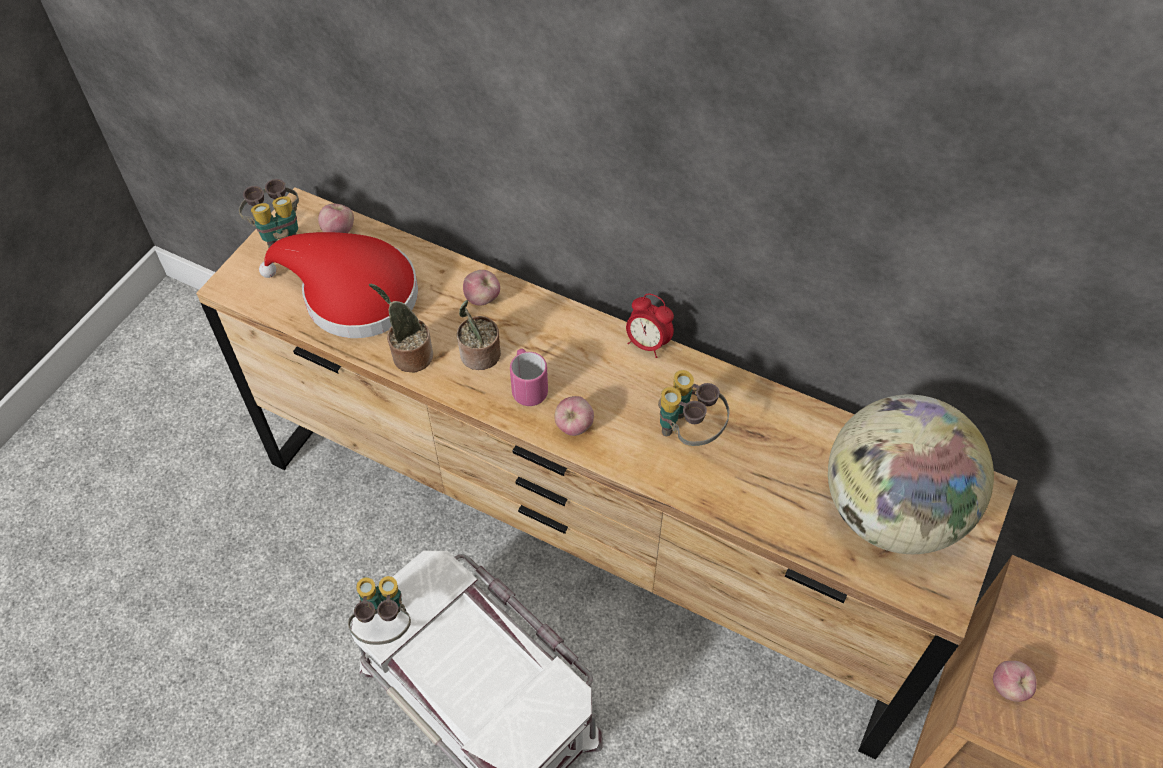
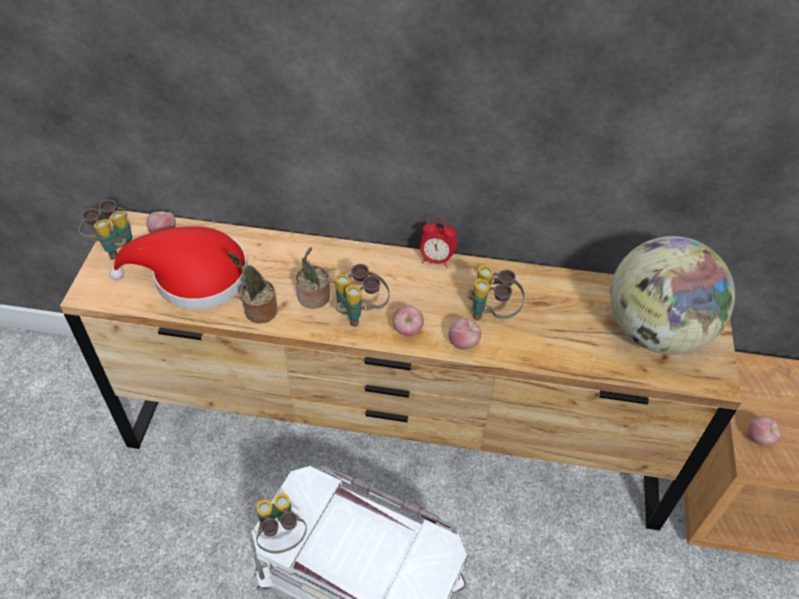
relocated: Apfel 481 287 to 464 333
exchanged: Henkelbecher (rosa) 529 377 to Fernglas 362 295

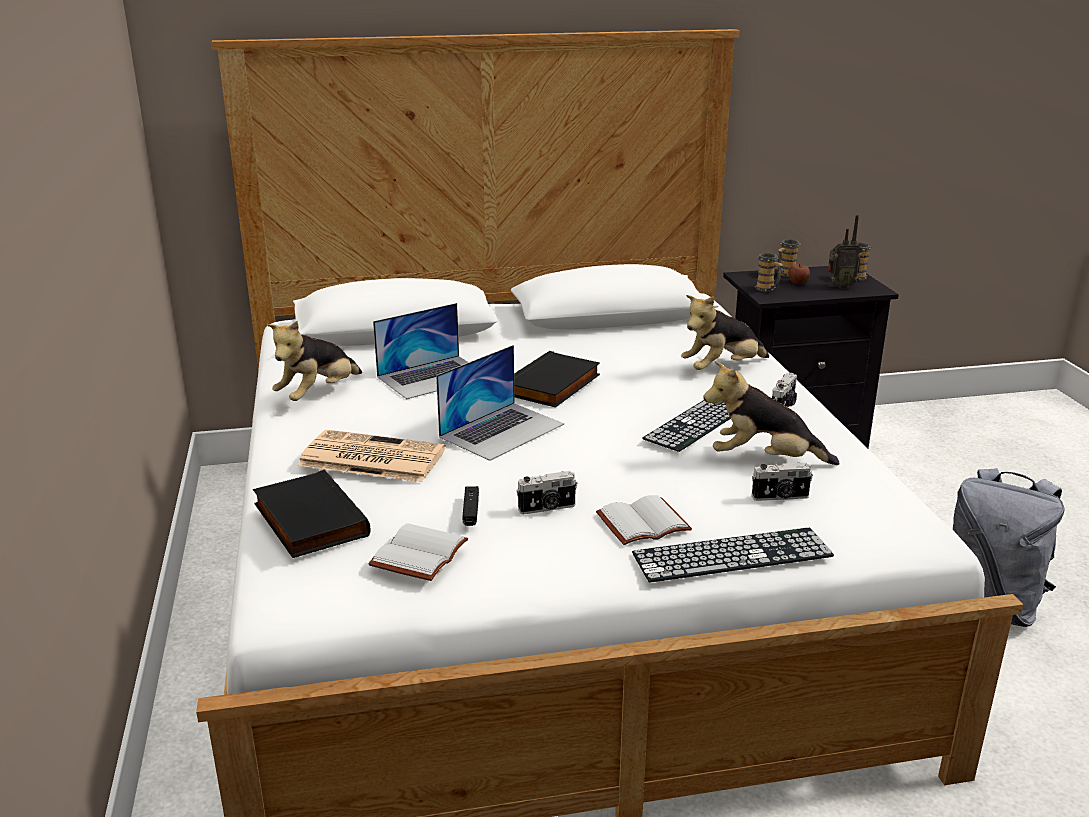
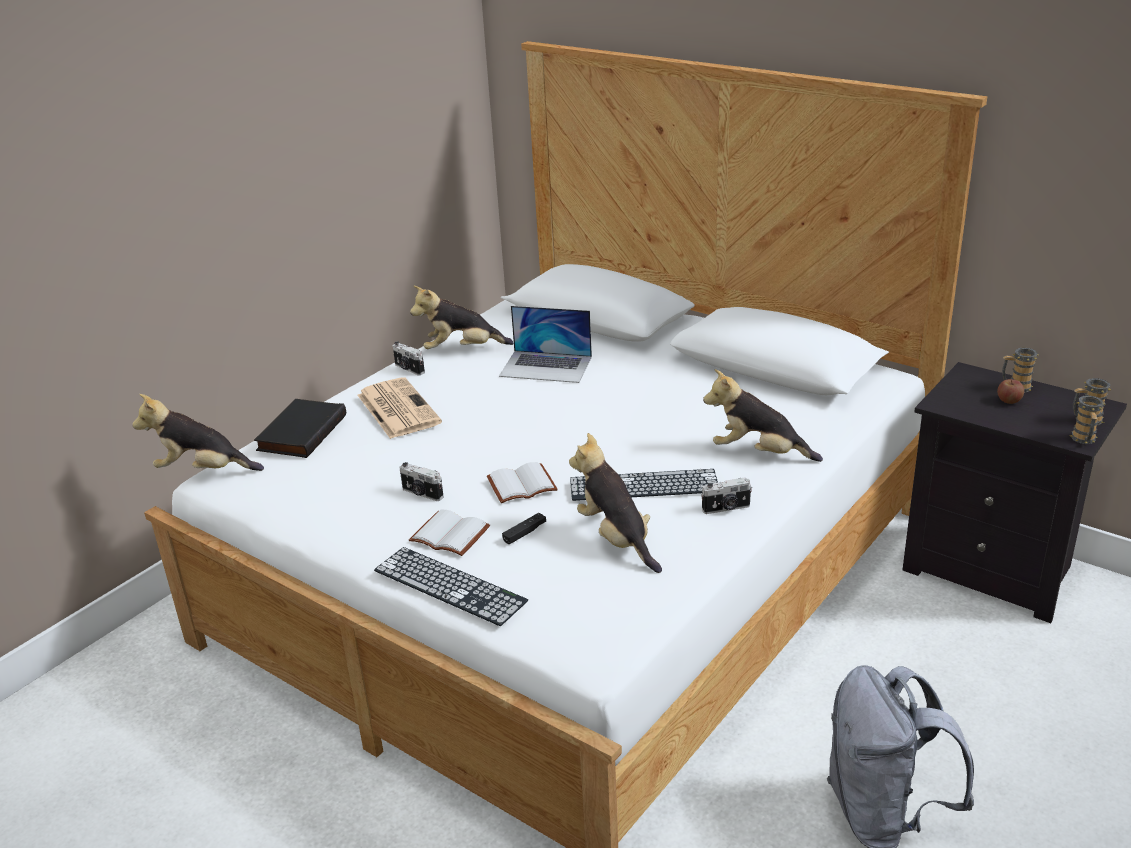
missing: Radio 845 252; Laptop 500 403; Buch (schwarz) 557 379
appeared: Plüschtier 198 432
relocated: Henkelbecher 768 272 to 1087 419; Kamera 782 482 to 408 358; Gamepad (schwarz) 470 506 to 524 528; Buch (weiß) 418 552 to 522 482

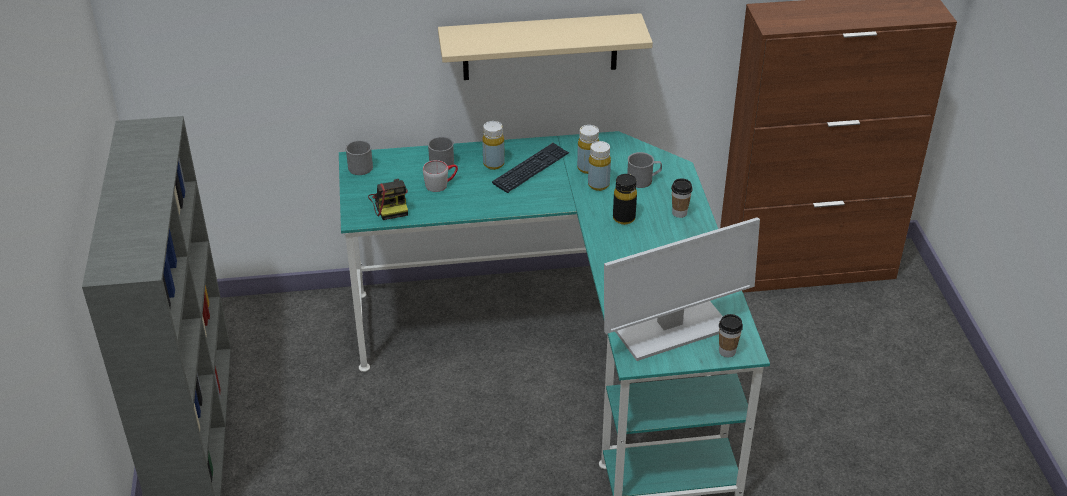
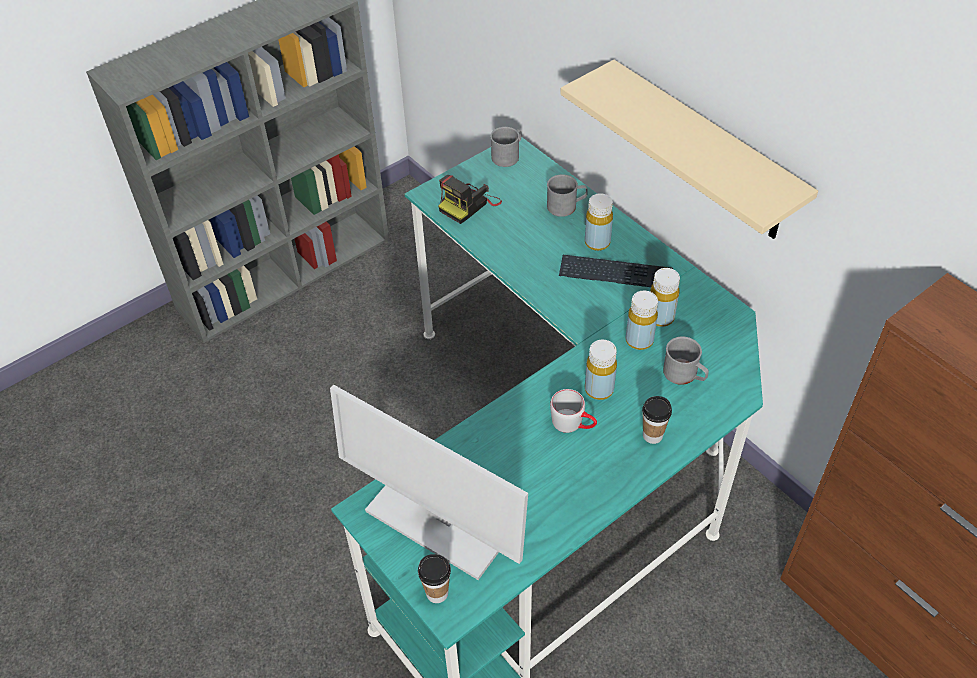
relocated: Henkelbecher (grau) 440 176 to 573 411
colour: Flasche (schwarz) 625 199 to Flasche (gelb) 601 370

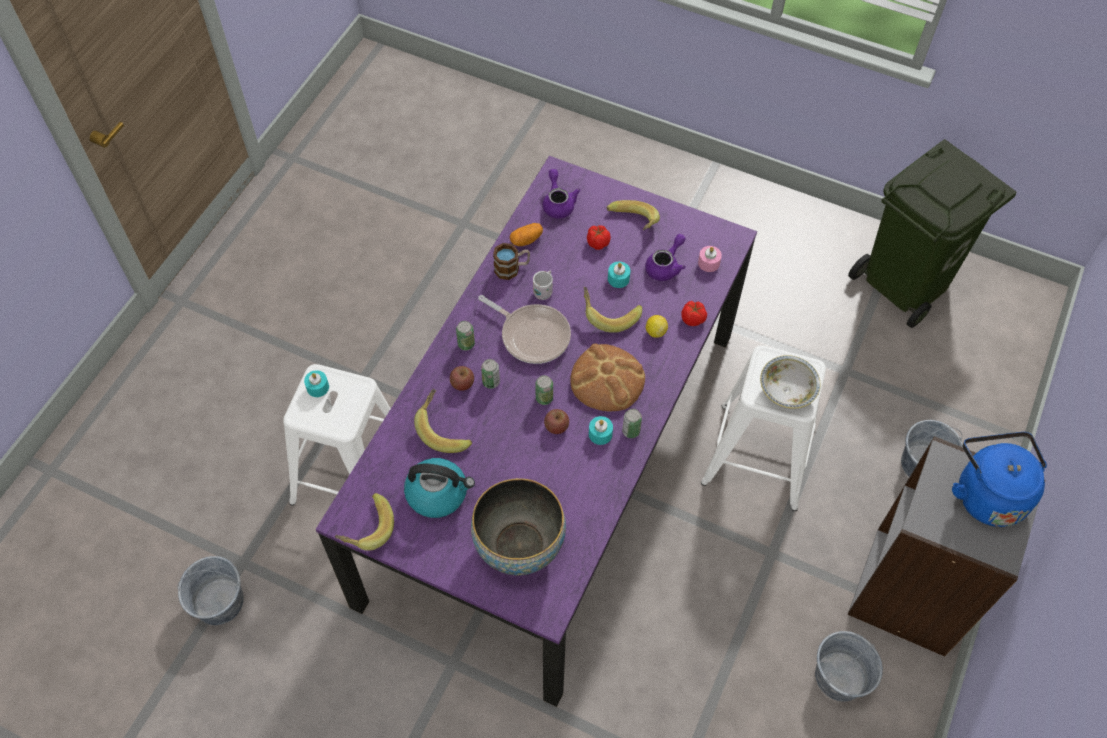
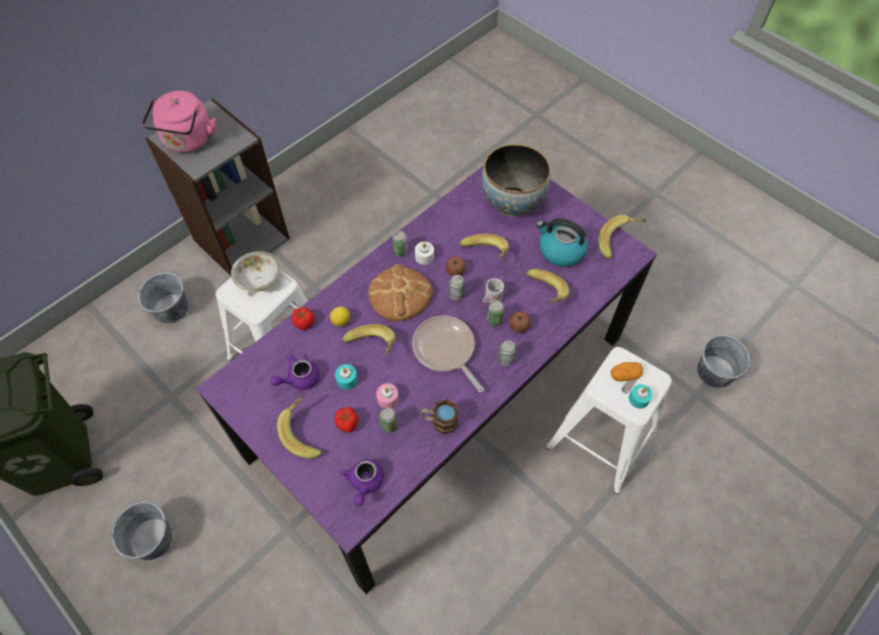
appeared: Banane 484 246; Dose 388 420
relocated: Kartoffel 526 234 to 626 371; Kerze (rosa) 710 259 to 387 395; Henkelbecher (weiß) 543 285 to 493 289; Eimer (grau) 849 666 to 141 531
colour: Kerze (türkis) 601 430 to Kerze (weiß) 424 253; Wasserkessel (blau) 999 479 to Wasserkessel (rosa) 178 122

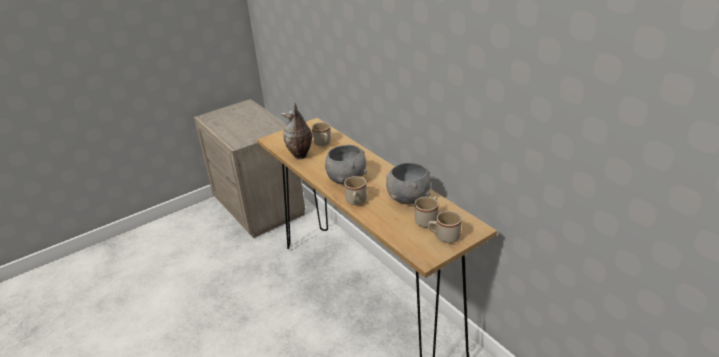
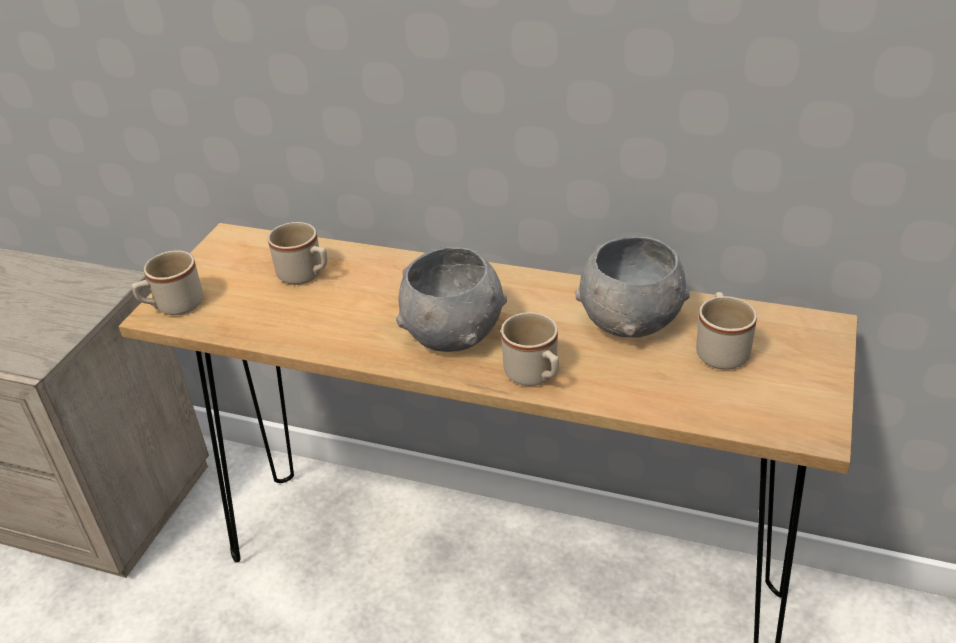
missing: Vase 296 131
relocated: Henkelbecher (beige) 445 227 to 167 283

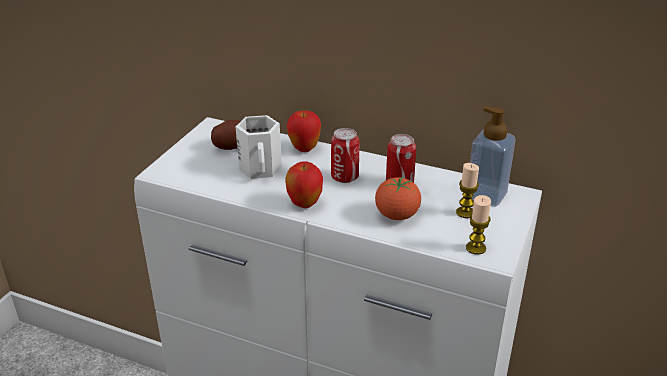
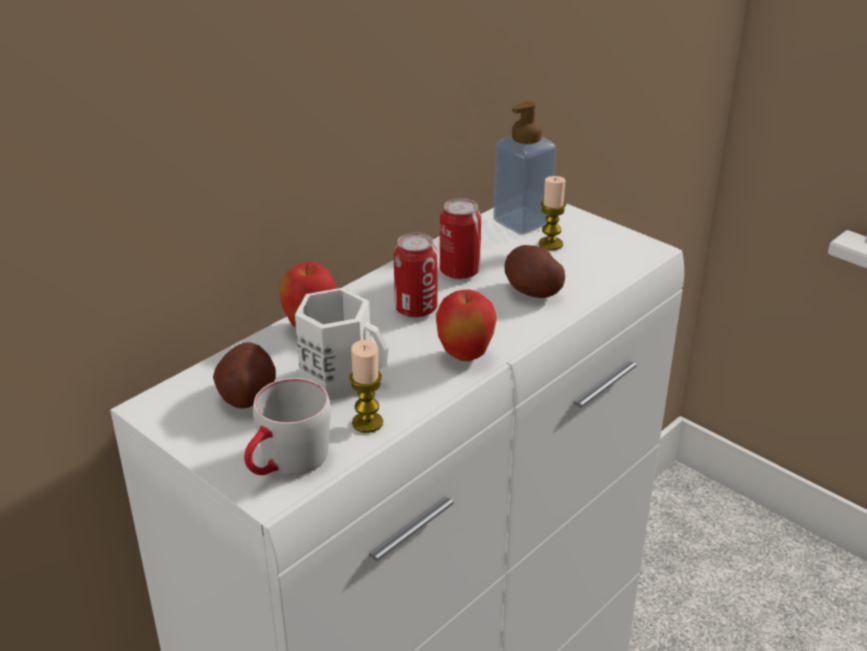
appeared: Henkelbecher (grau) 287 426
relocated: Kerze 478 225 to 366 386
exchanged: Tomate 398 198 to Kartoffel 534 271

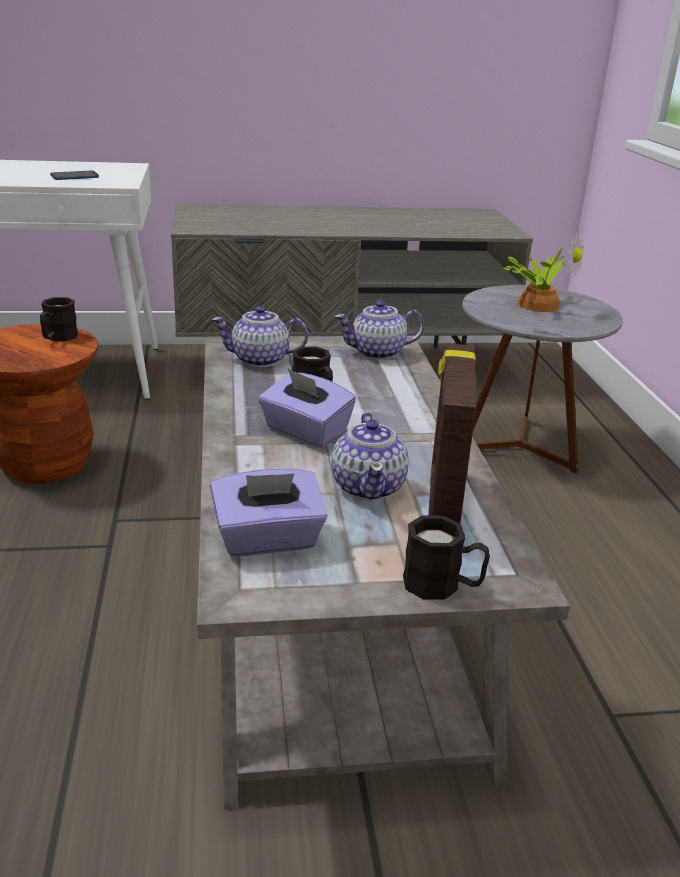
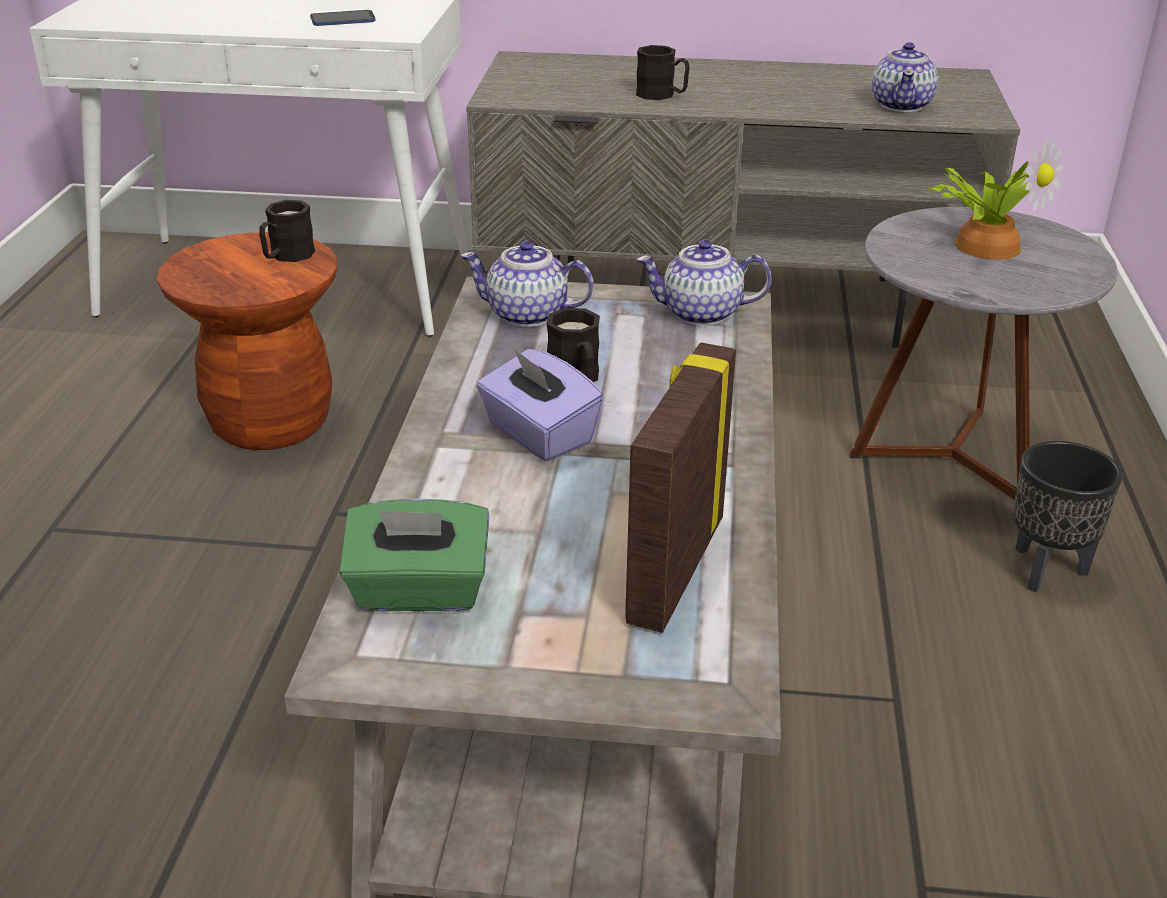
appeared: Pflanzkübel (schwarz) 1067 517
relocated: Teekanne 370 456 to 905 77; Henkelbecher (schwarz) 446 557 to 663 72
colour: Taschentuchbox (lila) 269 512 to Taschentuchbox (grün) 414 555

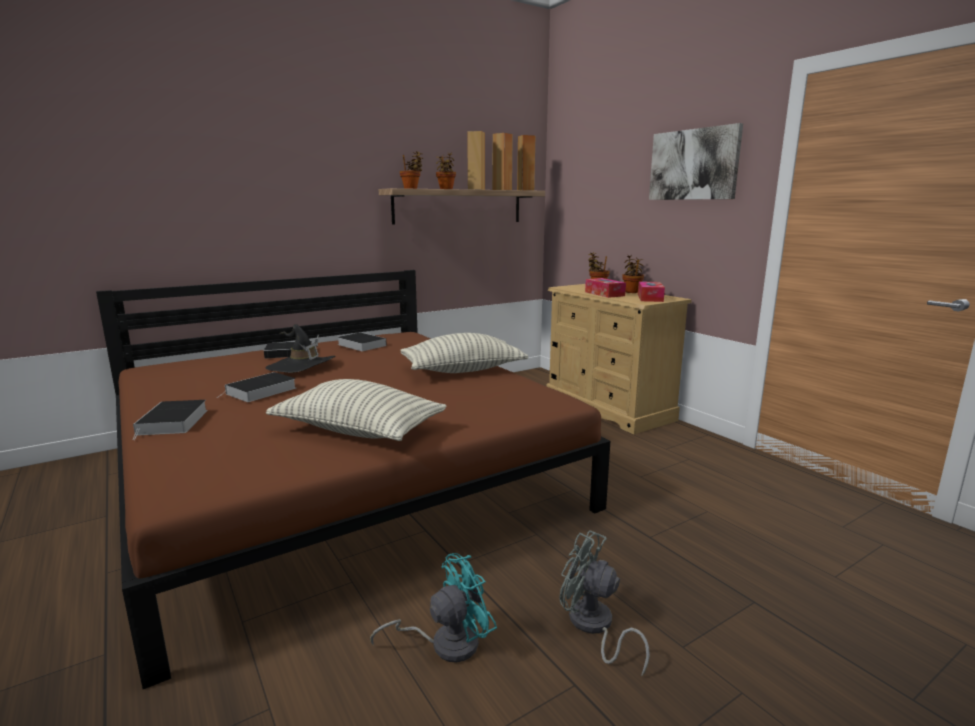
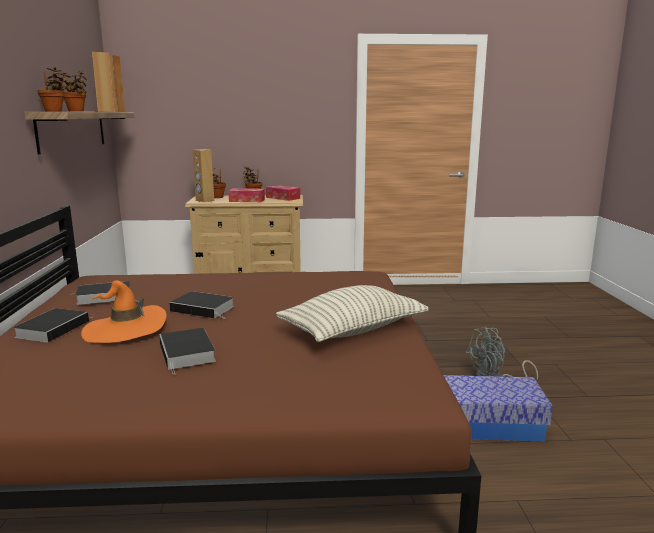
missing: Bild 696 161; Kissen 464 353
relocated: Lautsprecher (braun) 476 160 to 203 175; Buch 170 420 to 201 305
exchanged: Ventilator (türkis) 433 608 to Aufbewahrungsbox 498 408
colour: Hut (schwarz) 301 348 to Hut (orange) 123 311

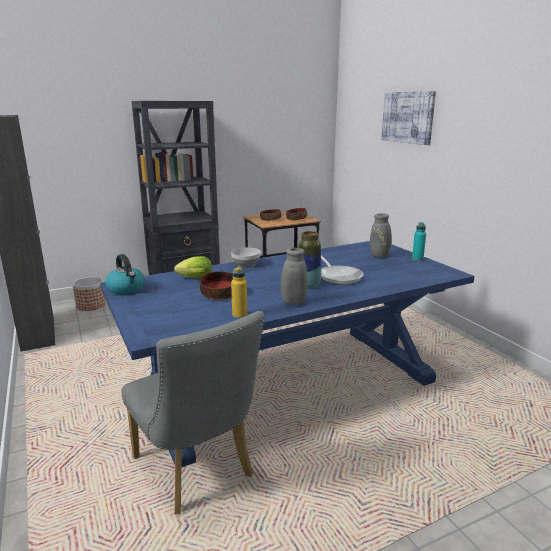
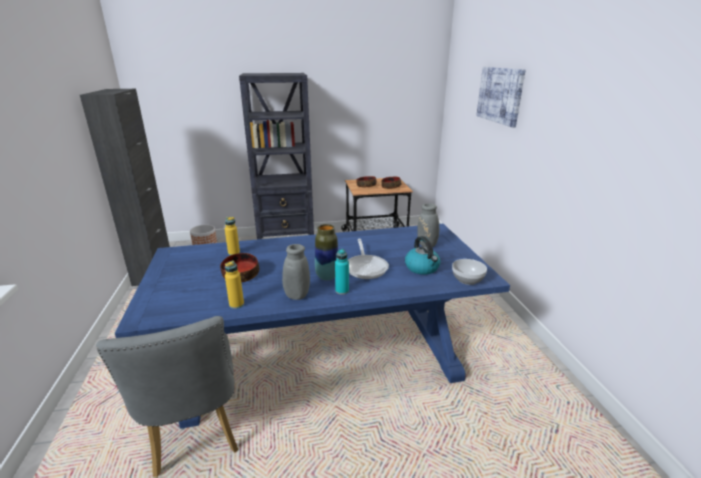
relocated: Flasche (türkis) 419 241 to 342 272; Schüssel 246 257 to 469 272; Wasserkessel 125 274 to 422 255
exchanged: Salatkopf 193 267 to Flasche (gelb) 232 236

